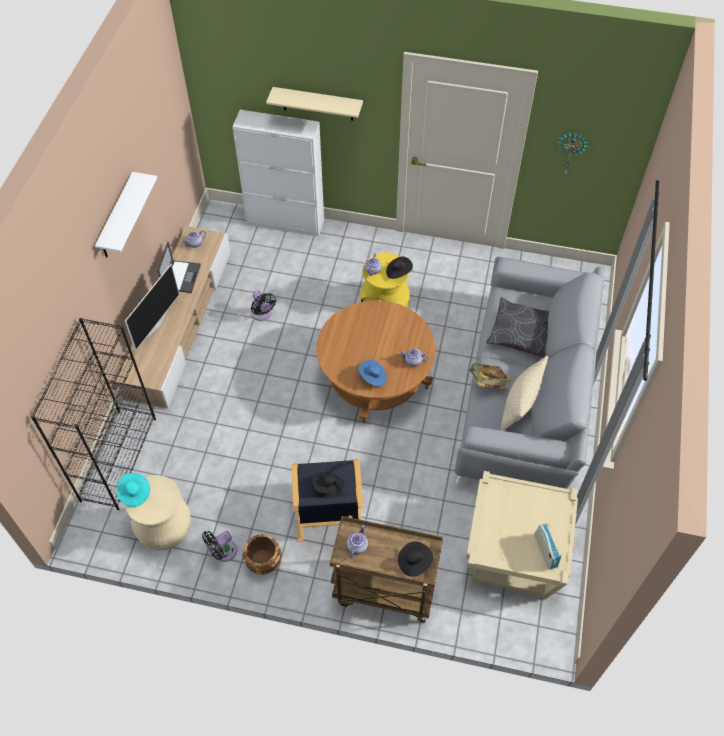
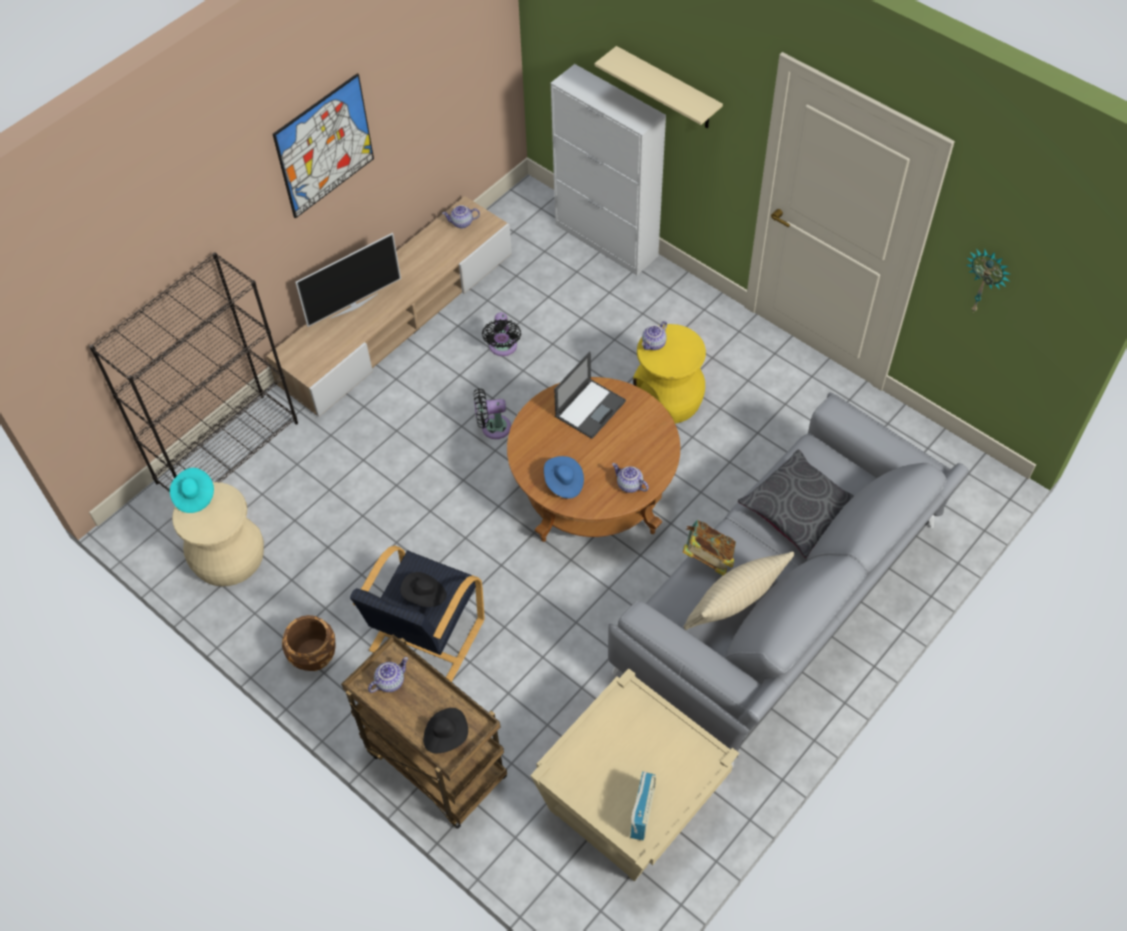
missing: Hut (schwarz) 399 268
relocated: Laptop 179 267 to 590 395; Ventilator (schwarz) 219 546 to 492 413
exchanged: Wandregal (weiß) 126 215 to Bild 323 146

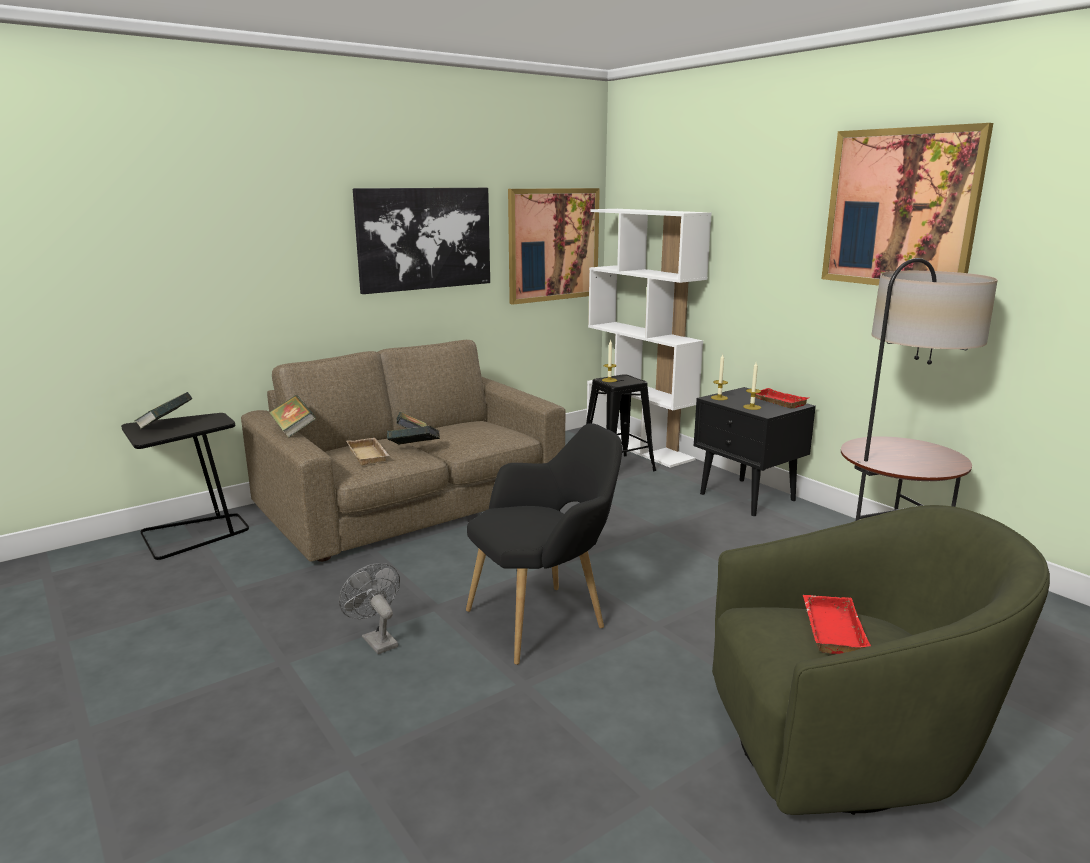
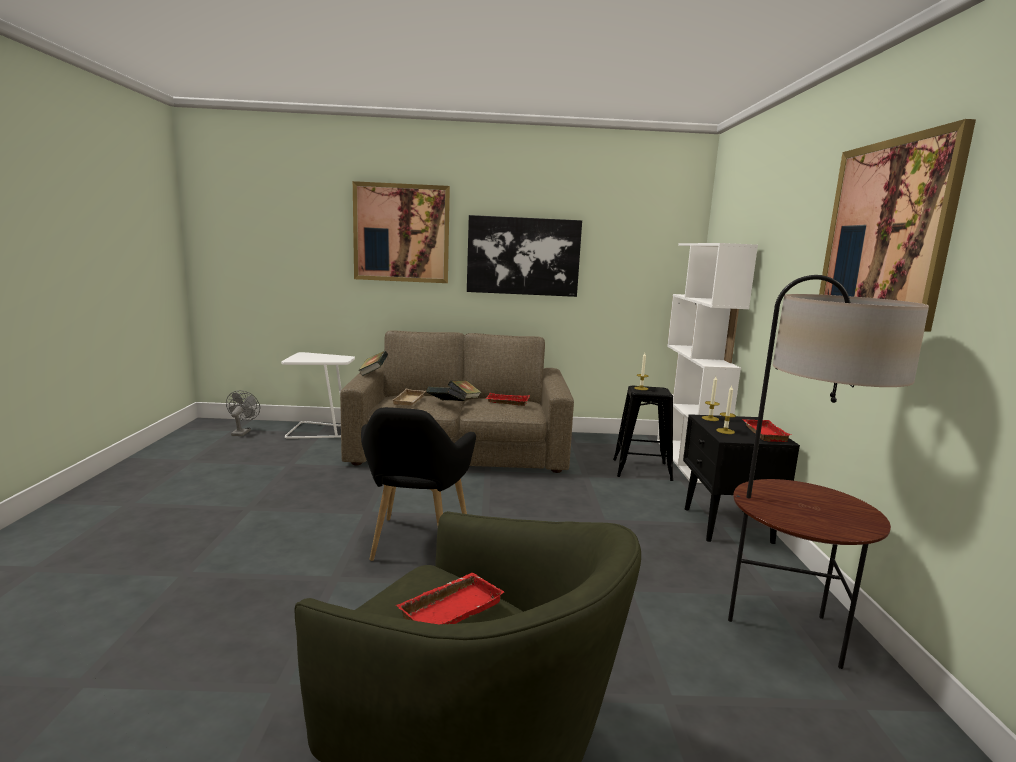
missing: Buch 163 411
appeared: Tablett (rot) 507 399
relocated: Bild 554 246 to 401 232; Ventilator (grau) 369 608 to 243 413
colour: Beistelltisch (schwarz) 185 486 to Beistelltisch (weiß) 318 395
spun: Sessel (schwarz) 544 544 = 418 484 90 degrees clockwise

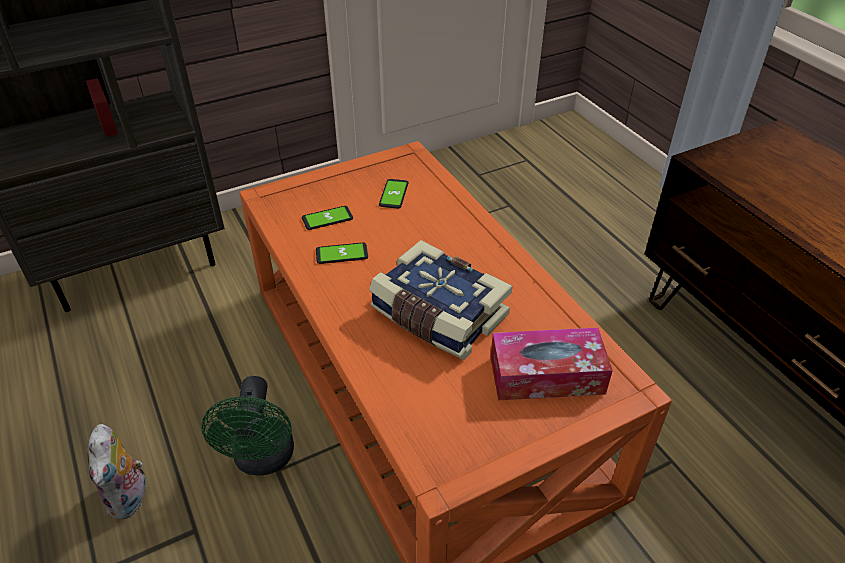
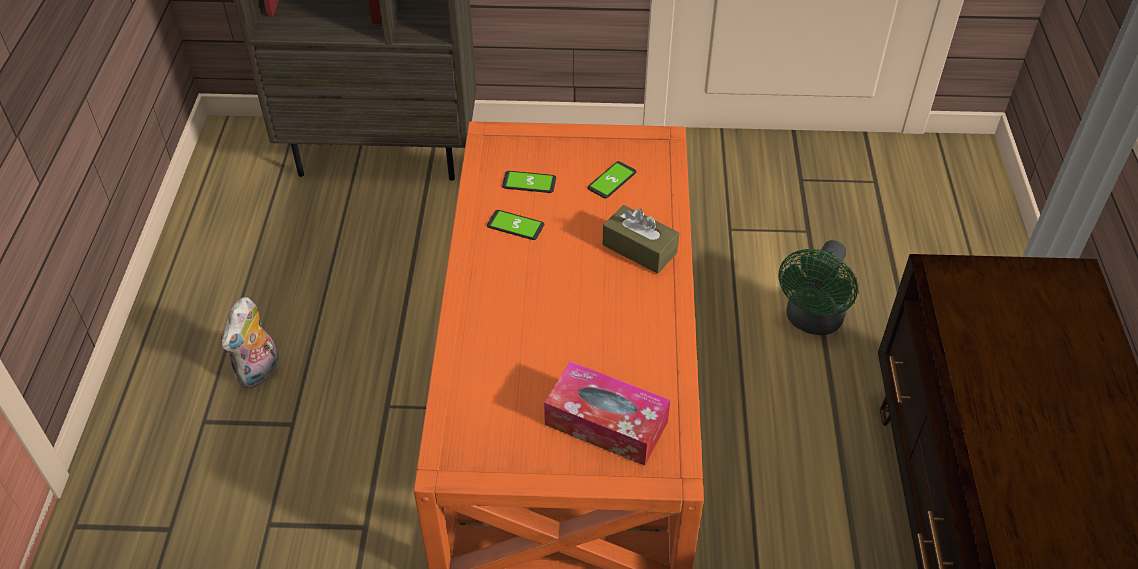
missing: Buch 440 300
appeared: Taschentuchbox (braun) 641 239
relocated: Ventilator (grün) 247 425 to 818 288

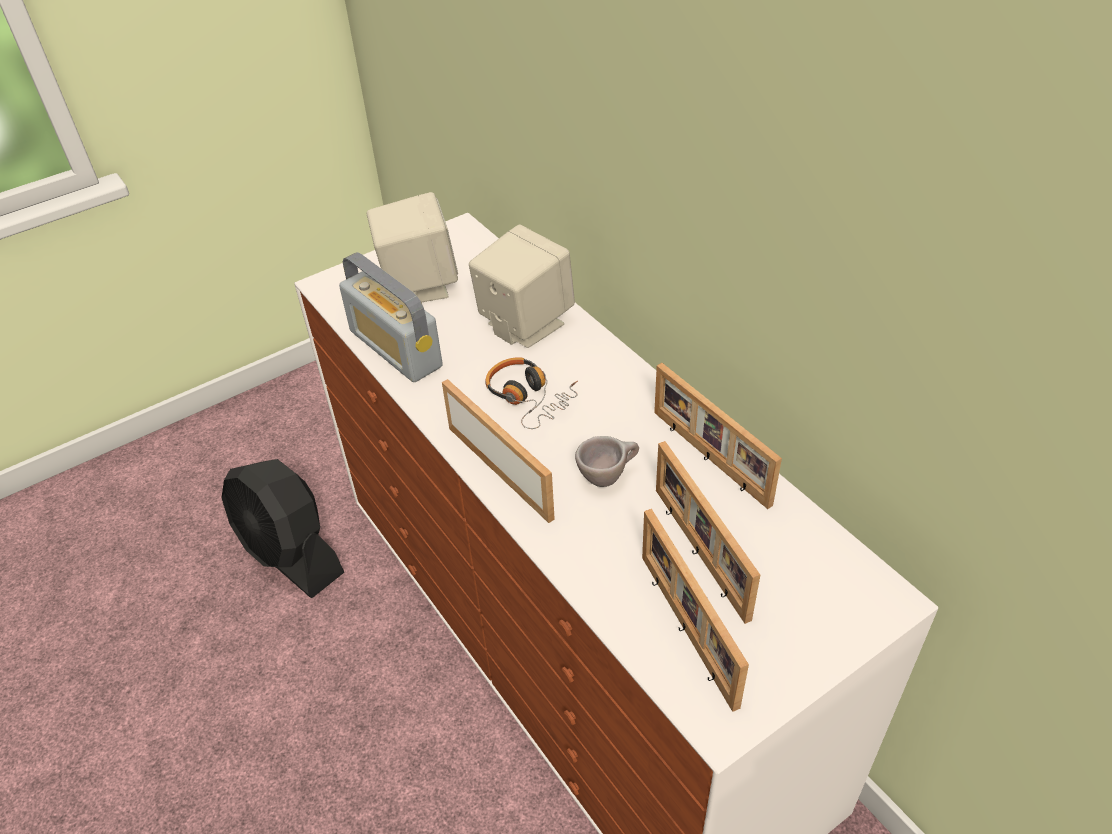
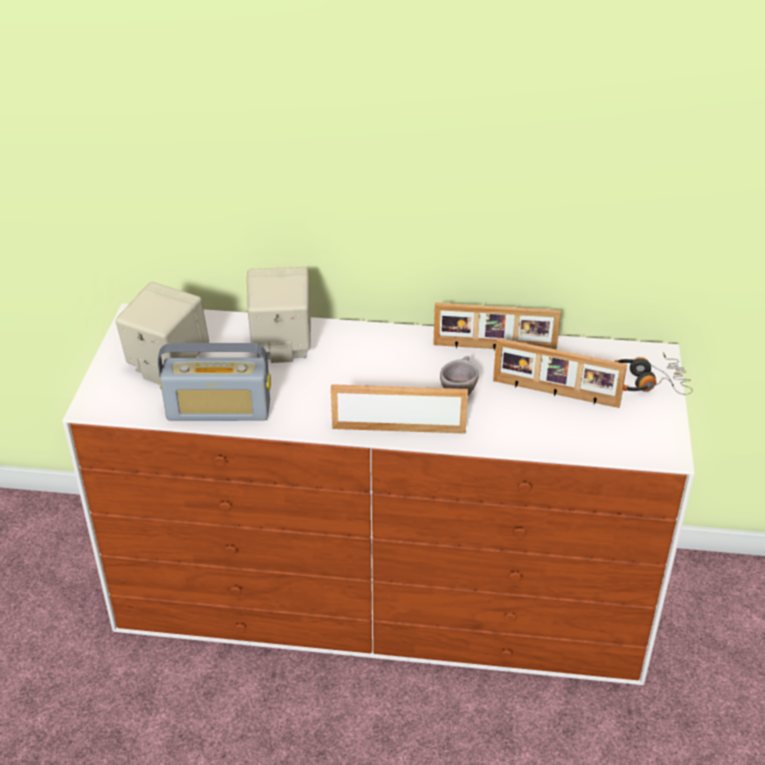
missing: Ventilator (schwarz) 282 528; Bilderrahmen 695 610
relocated: Kopfhörer 531 393 to 653 373

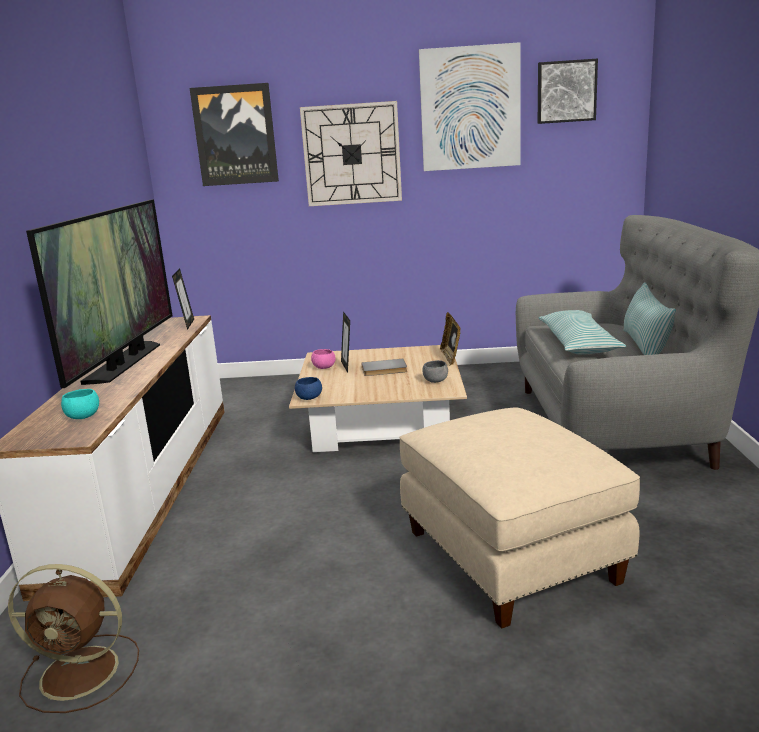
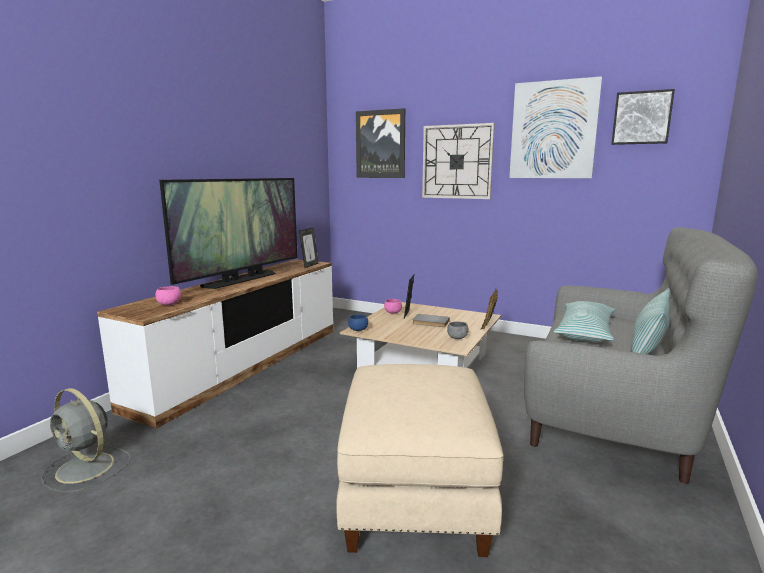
colour: Schüssel (türkis) 80 404 to Schüssel (rosa) 168 295; Ventilator (braun) 73 638 to Ventilator (grau) 86 440

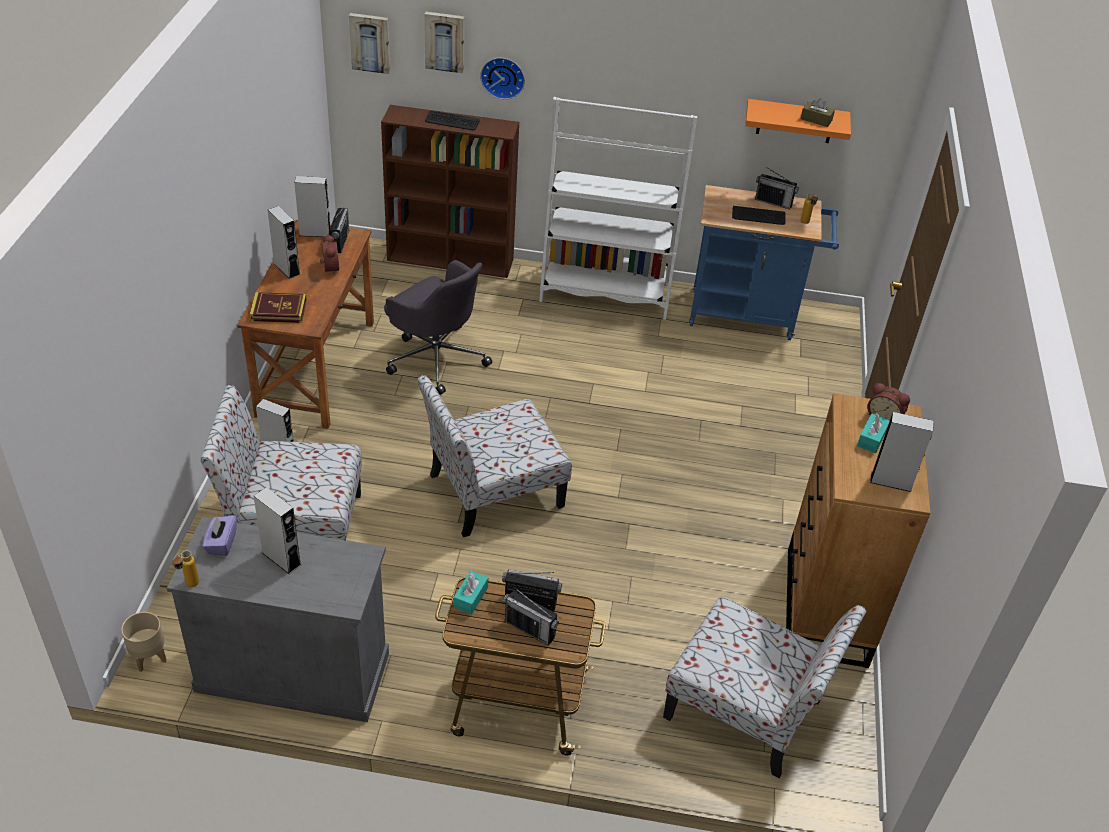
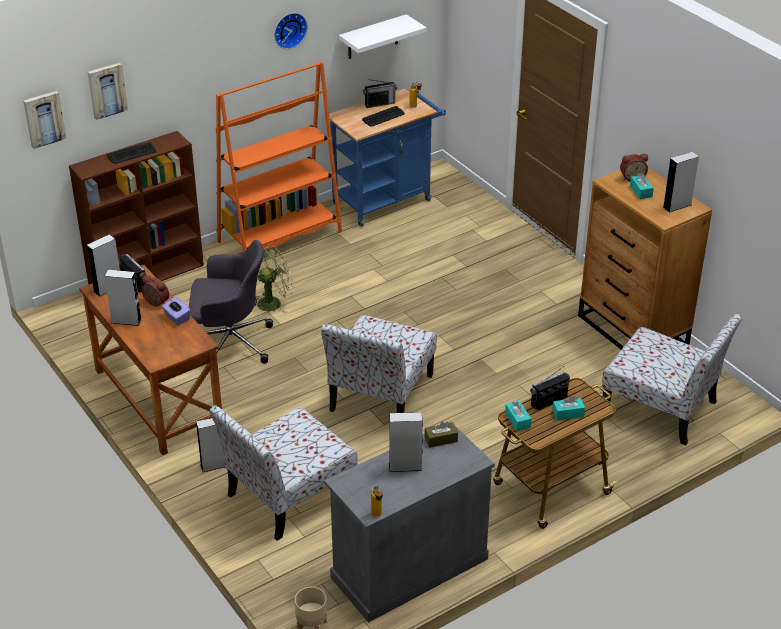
missing: Buch 278 307
appeared: Ventilator (grün) 274 279
relocated: Wanduhr 502 79 to 291 31; Taschentuchbox (braun) 818 112 to 441 434; Taschentuchbox (lila) 220 536 to 176 311
exchanged: Radio 531 616 to Taschentuchbox (türkis) 568 408
colour: Bücherregal (weiß) 618 208 to Bücherregal (orange) 279 157; Wandregal (orange) 798 121 to Wandregal (weiß) 382 36
spun: Stuhl 765 687 = 672 379 45 degrees clockwise

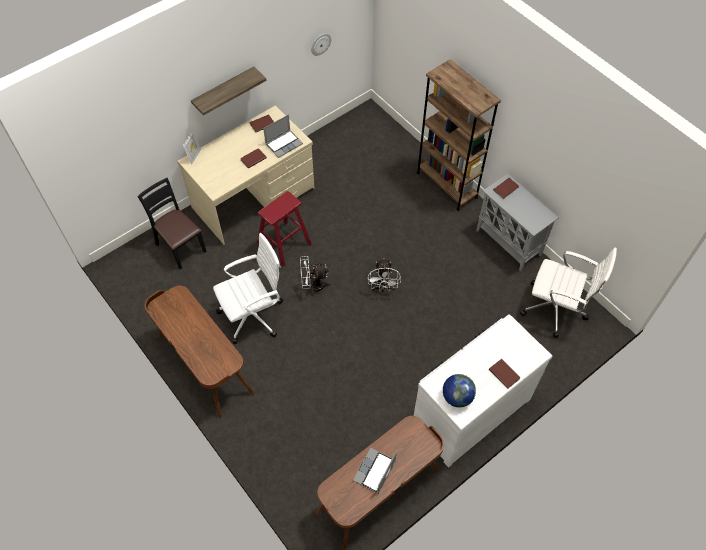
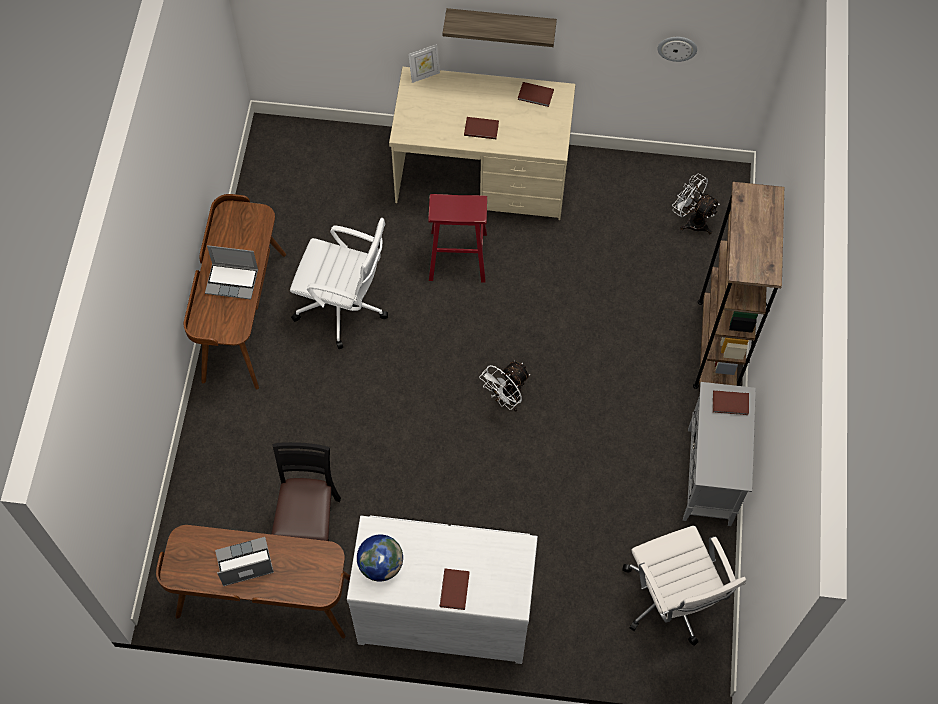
relocated: Laptop 283 136 to 231 272; Stuhl (schwarz) 172 223 to 306 491; Ventilator (weiß) 315 276 to 696 203

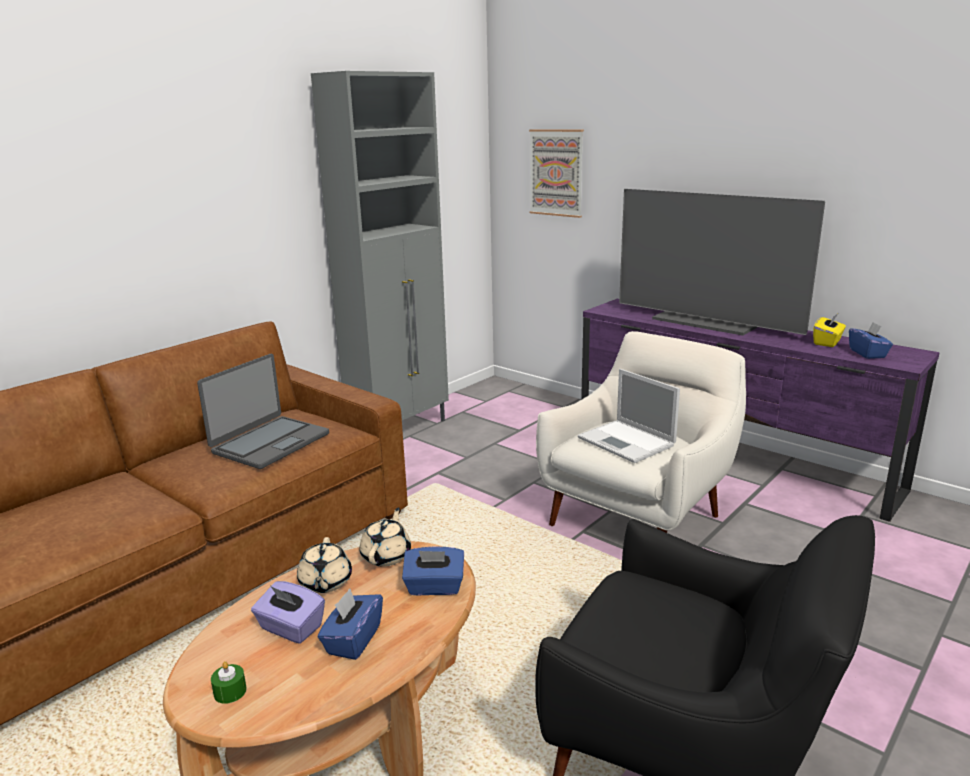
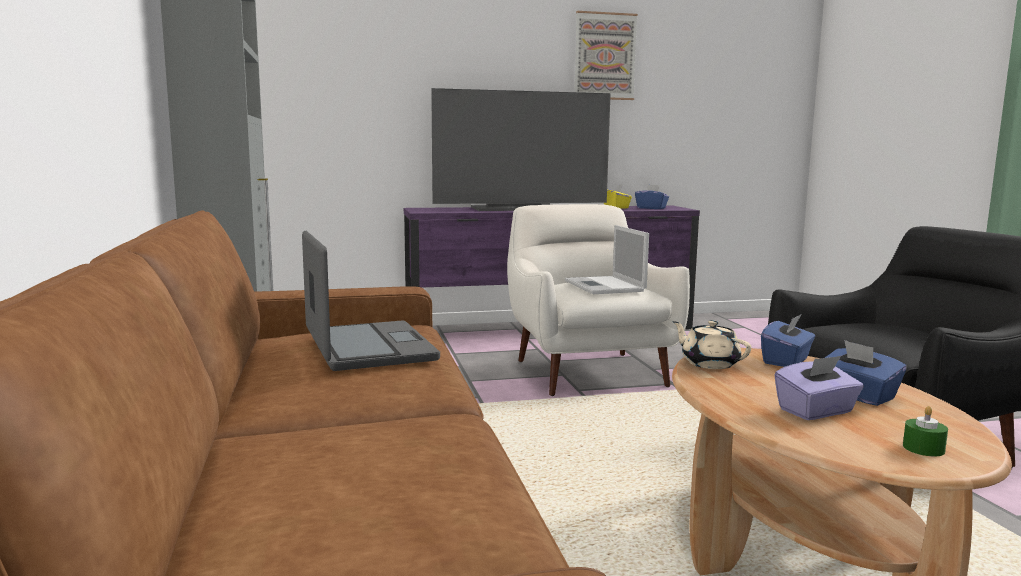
missing: Teekanne (beige) 324 565
relocated: Bild 556 173 to 606 55
spun: Laptop 629 416 = 607 259 75 degrees clockwise

